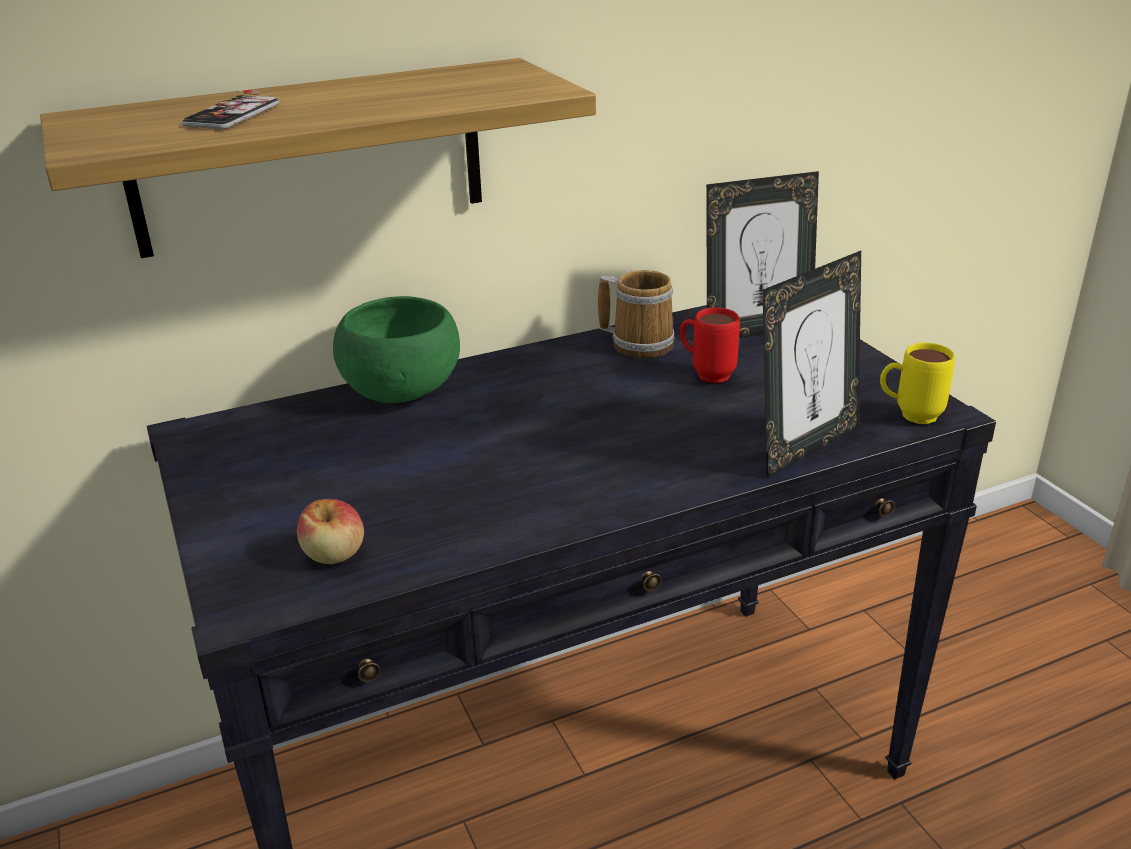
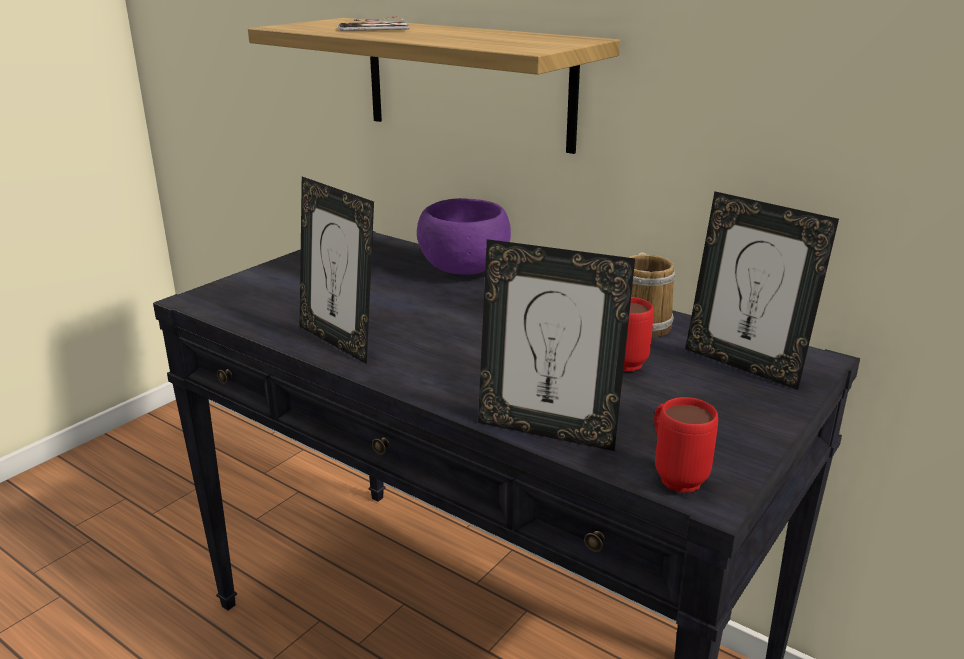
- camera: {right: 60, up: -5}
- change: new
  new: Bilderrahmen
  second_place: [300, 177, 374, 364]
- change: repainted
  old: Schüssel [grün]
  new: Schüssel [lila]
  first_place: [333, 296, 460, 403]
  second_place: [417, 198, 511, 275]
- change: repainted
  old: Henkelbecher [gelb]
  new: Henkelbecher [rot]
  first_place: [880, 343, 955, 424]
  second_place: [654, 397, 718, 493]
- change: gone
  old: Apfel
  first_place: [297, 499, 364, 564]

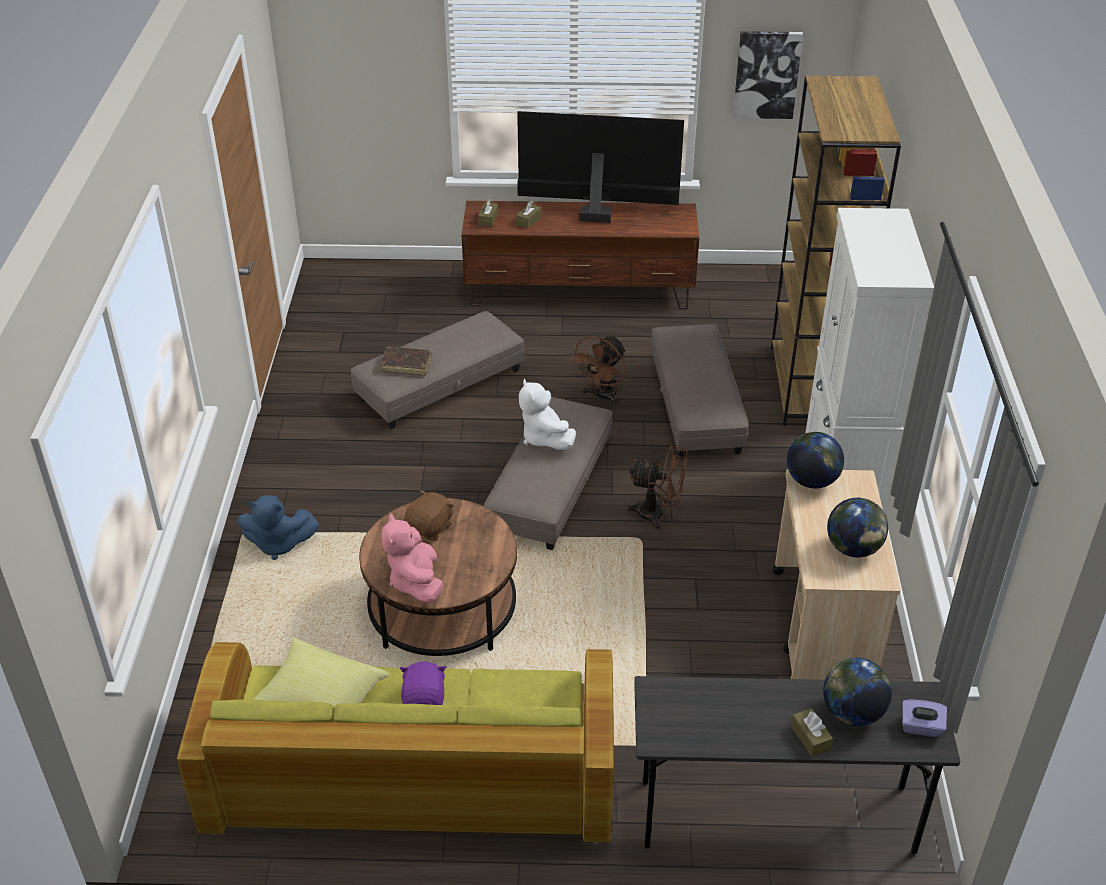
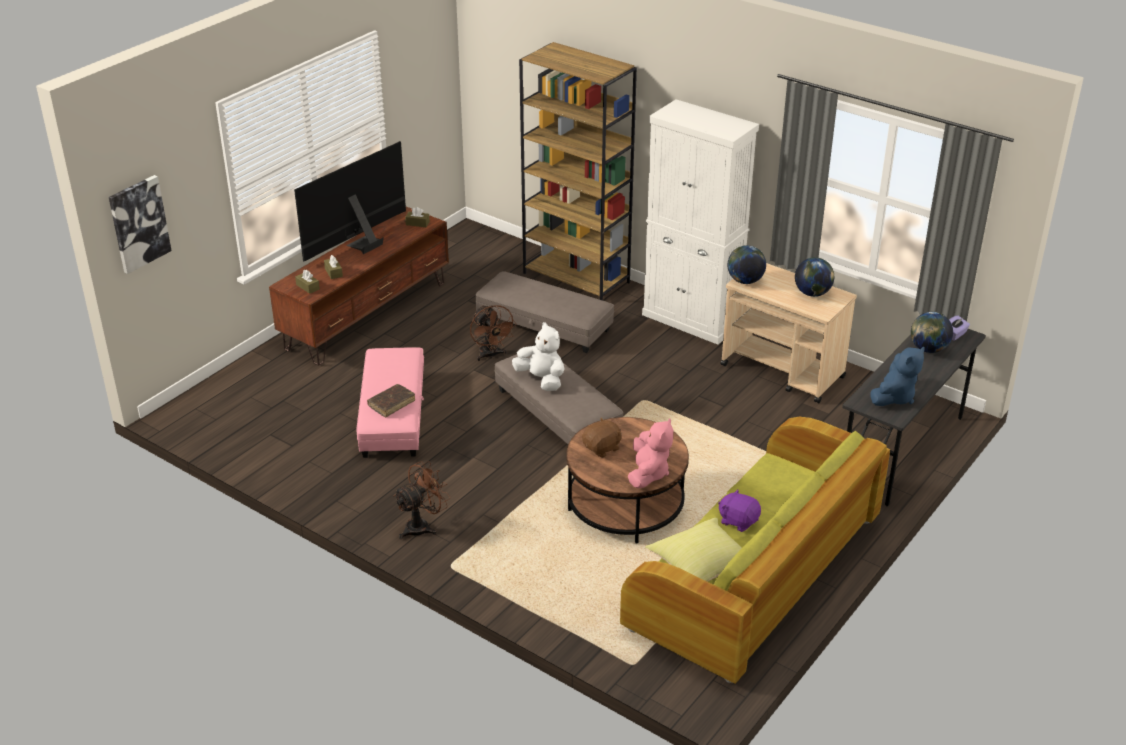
- camera: {right: -55, up: -5}
- change: shifted
  old: Bild
  first_place: [733, 31, 803, 119]
  second_place: [109, 175, 172, 274]
- change: repainted
  old: Polsterhocker [grau]
  new: Polsterhocker [rosa]
  first_place: [351, 311, 524, 429]
  second_place: [356, 347, 424, 458]
- change: shifted
  old: Ventilator [braun]
  first_place: [626, 445, 687, 530]
  second_place: [393, 461, 450, 539]
- change: shifted
  old: Taschentuchbox [braun]
  first_place: [791, 708, 833, 757]
  second_place: [405, 207, 430, 227]
- change: rotated
  old: Plüschtier [weiß]
  first_place: [519, 378, 576, 450]
  second_place: [512, 322, 564, 391]
  degrees: -150
- change: rotated
  old: Plüschtier [braun]
  first_place: [404, 490, 454, 541]
  second_place: [582, 418, 622, 458]
  degrees: 75
- change: rotated
  old: Plüschtier [rosa]
  first_place: [382, 514, 443, 603]
  second_place: [628, 418, 673, 489]
  degrees: -105
- change: shifted
  old: Plüschtier [blau]
  first_place: [237, 495, 319, 560]
  second_place: [871, 347, 925, 406]

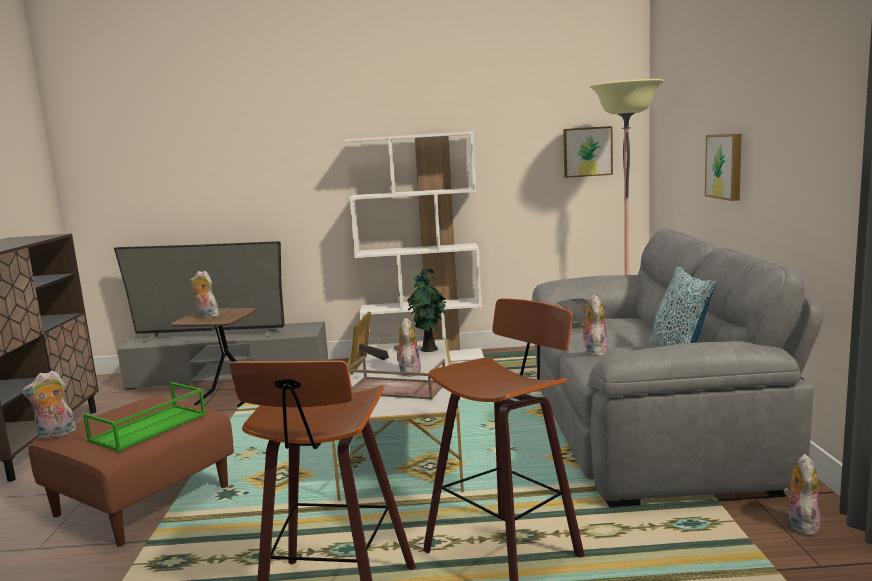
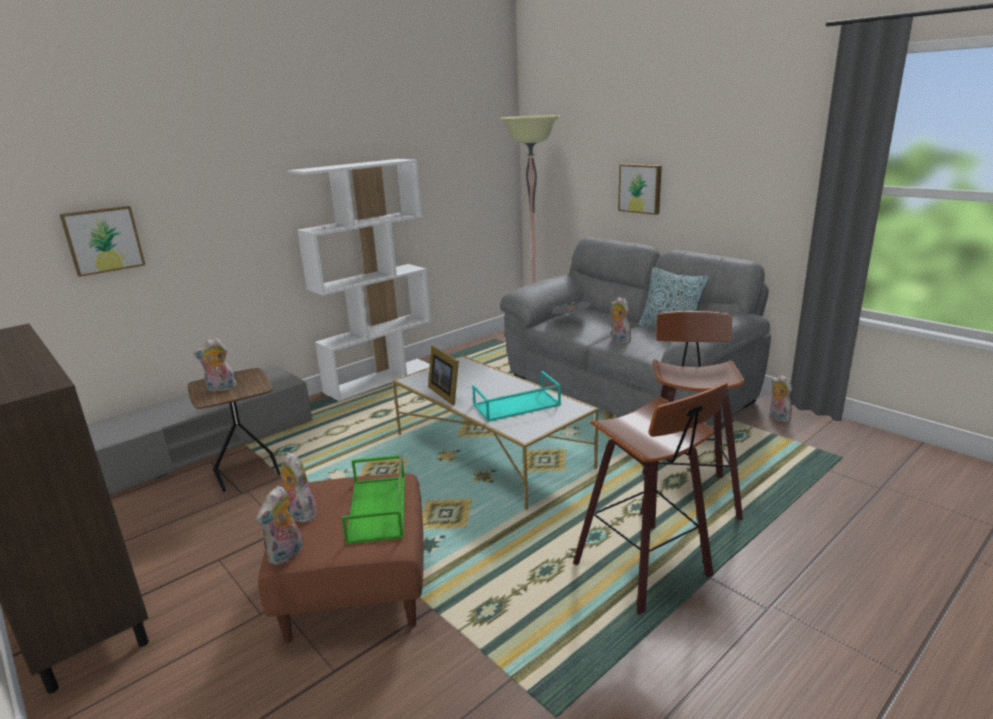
- camera: {right: -40, up: 10}
- change: shifted
  old: Bild
  first_place: [563, 126, 613, 178]
  second_place: [60, 206, 145, 277]
- change: shifted
  old: Plüschtier
  first_place: [394, 317, 421, 377]
  second_place: [281, 452, 316, 523]
- change: repainted
  old: Tablett [braun]
  new: Tablett [türkis]
  first_place: [348, 356, 445, 400]
  second_place: [472, 371, 561, 422]
- change: gone
  old: Fernseher
  first_place: [114, 241, 285, 343]
- change: gone
  old: Topfpflanze
  first_place: [407, 268, 447, 352]

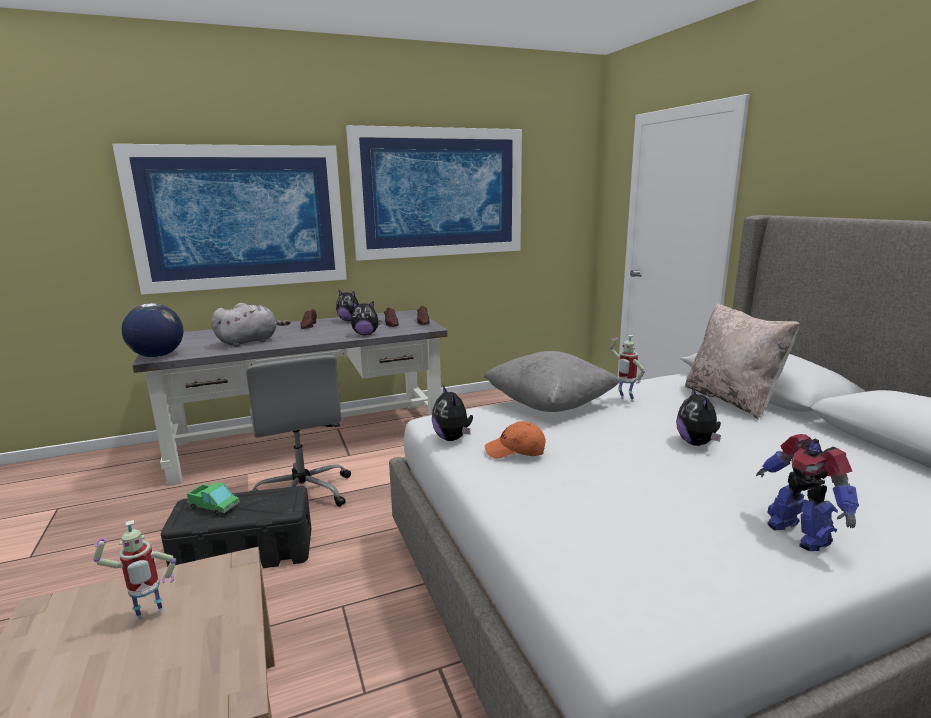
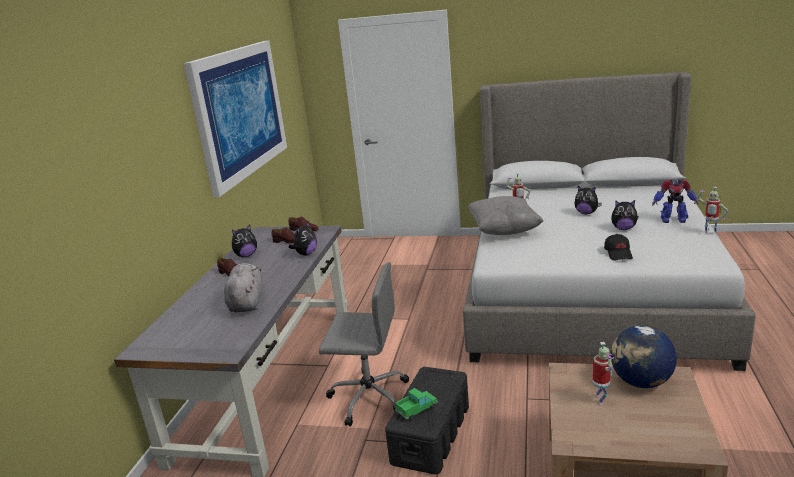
- camera: {right: -55, up: 5}
- change: new
  new: Kappe [schwarz]
  second_place: [604, 234, 633, 260]
- change: shifted
  old: Plüschtier
  first_place: [432, 385, 473, 441]
  second_place: [611, 200, 639, 230]
- change: shifted
  old: Globus
  first_place: [122, 303, 183, 357]
  second_place: [611, 326, 677, 388]
- change: new
  new: Spielzeugroboter
  second_place: [697, 187, 729, 234]
- change: gone
  old: Bild
  first_place: [112, 144, 347, 295]
- change: gone
  old: Kappe [orange]
  first_place: [485, 421, 546, 459]
- change: gone
  old: Kissen [beige]
  first_place: [685, 303, 800, 419]

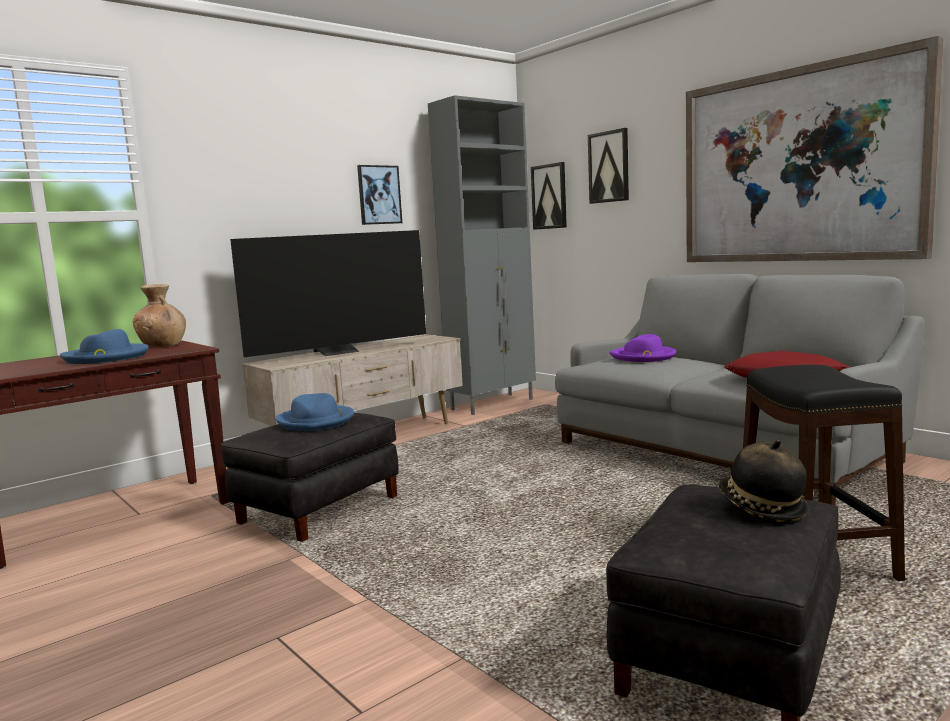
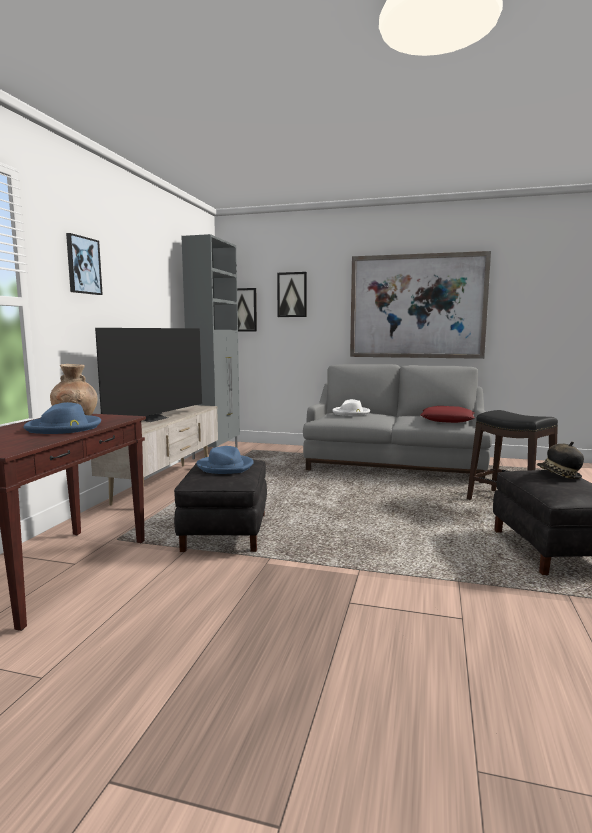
- camera: {right: -35, up: 0}
- change: shifted
  old: Bild
  first_place: [357, 165, 402, 225]
  second_place: [66, 233, 103, 295]
- change: repainted
  old: Hut [lila]
  new: Hut [weiß]
  first_place: [610, 334, 676, 362]
  second_place: [333, 399, 370, 416]

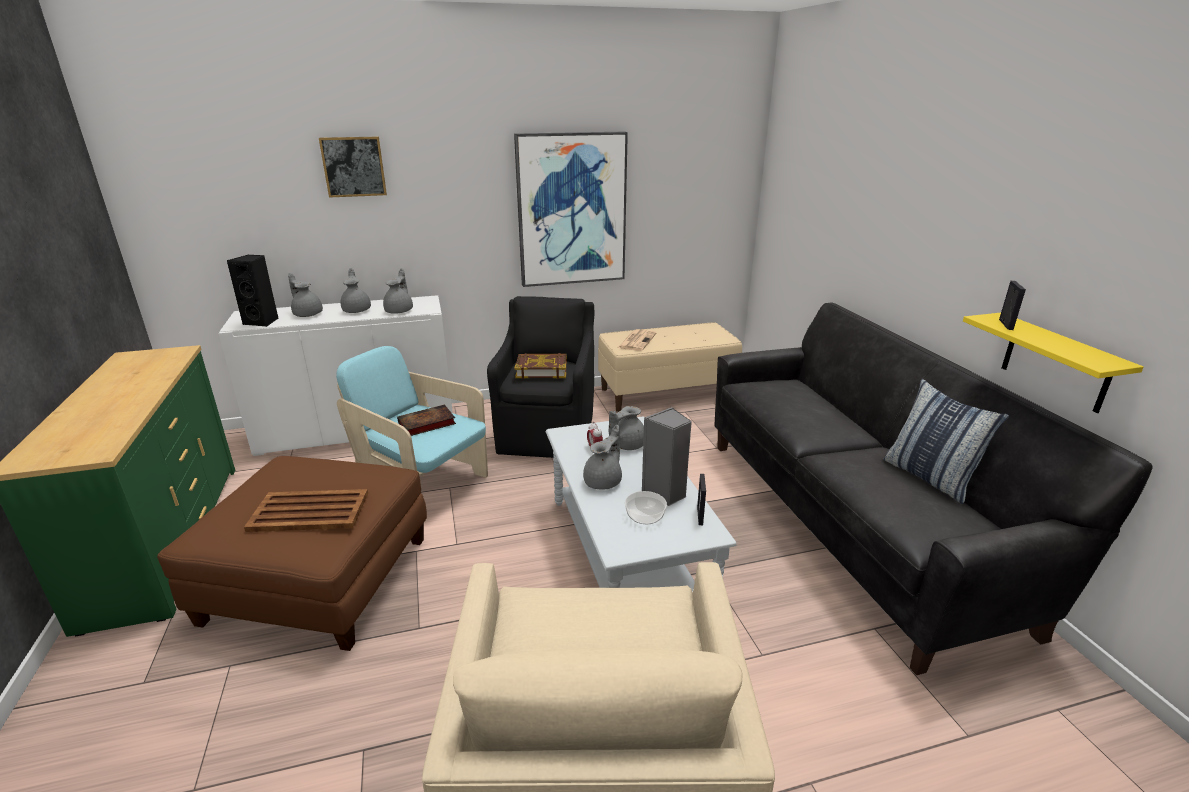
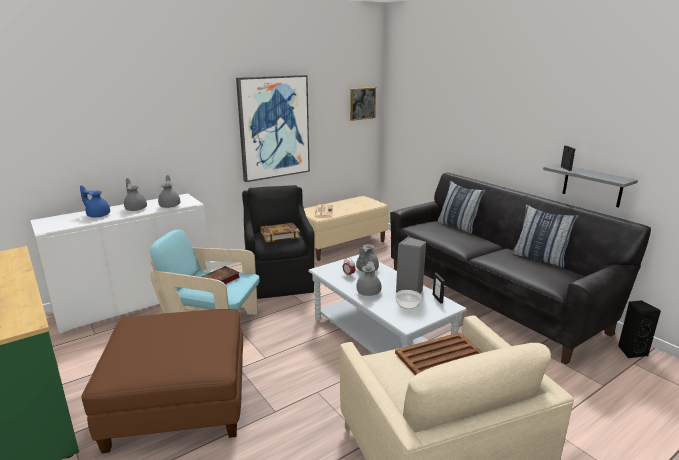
- camera: {right: -20, up: -5}
- change: repainted
  old: Teekanne [grau]
  new: Teekanne [blau]
  first_place: [288, 273, 323, 317]
  second_place: [80, 185, 110, 218]
- change: shifted
  old: Bild
  first_place: [319, 137, 387, 198]
  second_place: [350, 87, 376, 121]
- change: shifted
  old: Tablett [braun]
  first_place: [244, 489, 368, 532]
  second_place: [395, 332, 484, 375]
- change: new
  new: Kissen
  second_place: [437, 181, 486, 234]
- change: repainted
  old: Wandregal [gelb]
  new: Wandregal [grau]
  first_place: [963, 313, 1144, 413]
  second_place: [543, 164, 638, 208]
- change: shifted
  old: Lautsprecher [schwarz]
  first_place: [227, 254, 279, 327]
  second_place: [618, 300, 661, 359]

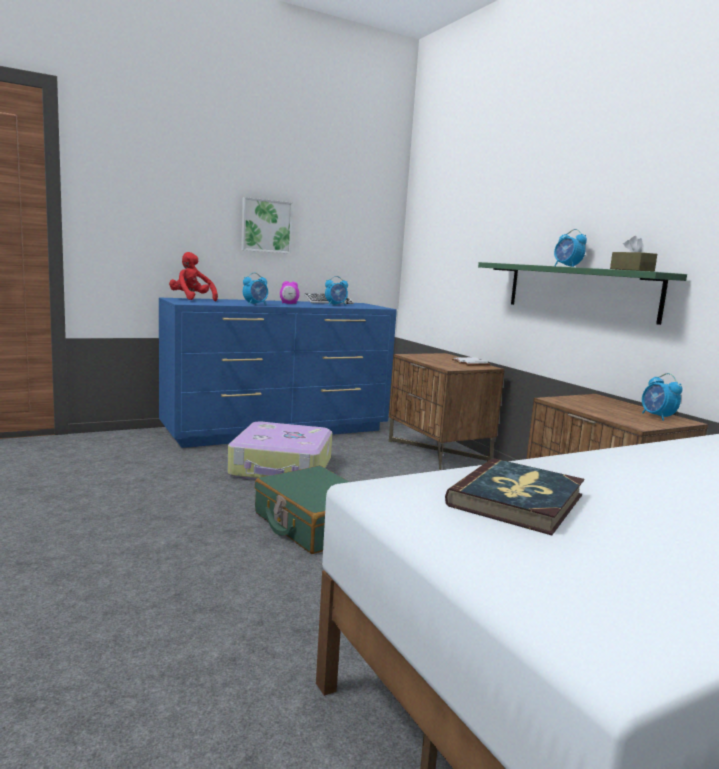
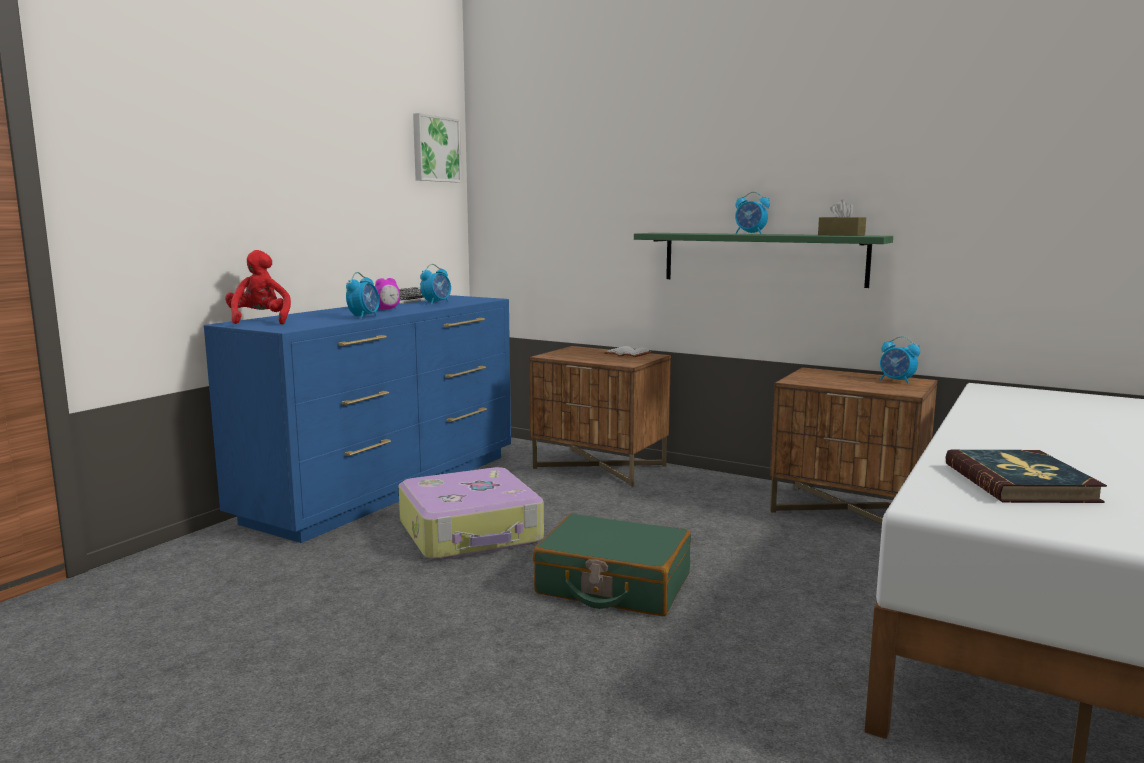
- camera: {right: -30, up: 0}
- change: rotated
  old: Plüschtier [rot]
  first_place: [169, 252, 218, 301]
  second_place: [225, 250, 291, 325]
  degrees: 60
- change: shifted
  old: Bild
  first_place: [241, 197, 293, 254]
  second_place: [413, 113, 462, 182]

